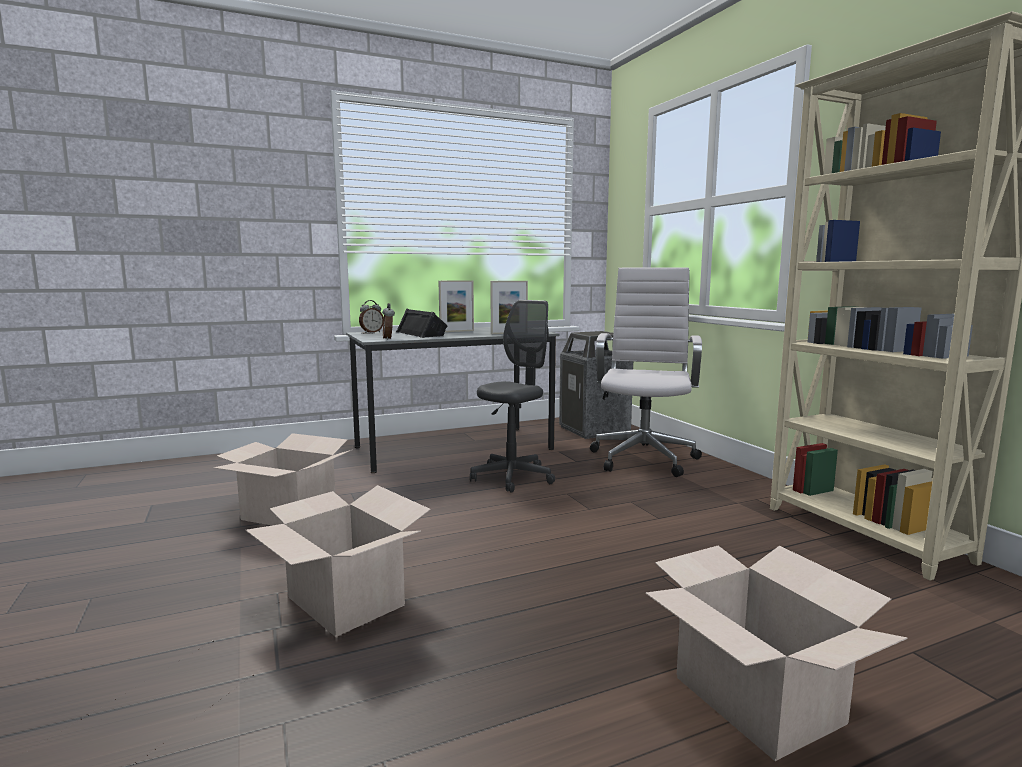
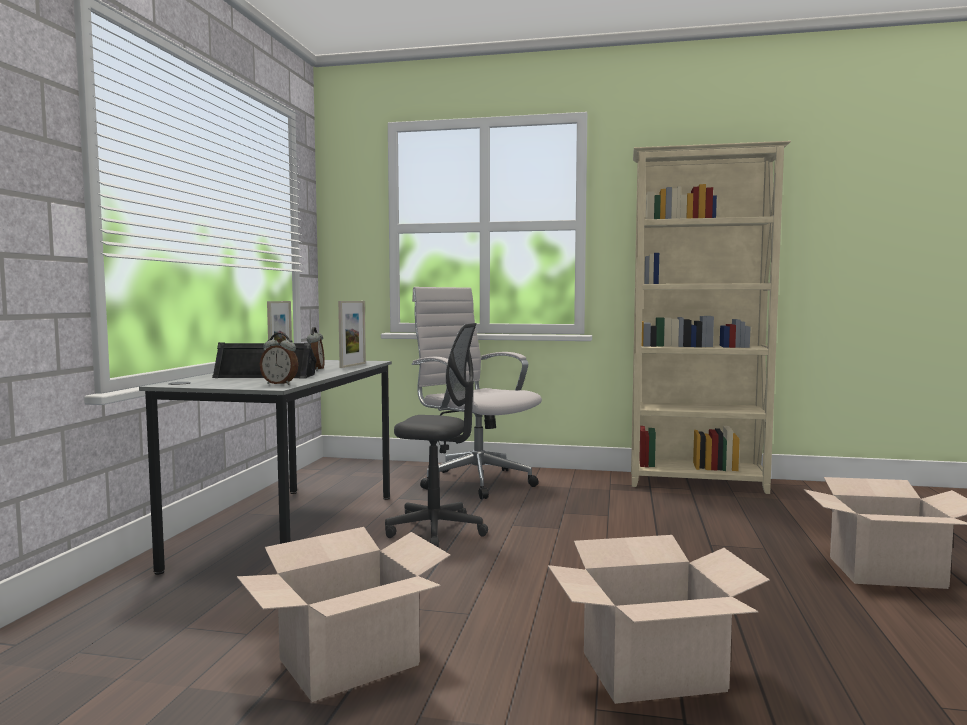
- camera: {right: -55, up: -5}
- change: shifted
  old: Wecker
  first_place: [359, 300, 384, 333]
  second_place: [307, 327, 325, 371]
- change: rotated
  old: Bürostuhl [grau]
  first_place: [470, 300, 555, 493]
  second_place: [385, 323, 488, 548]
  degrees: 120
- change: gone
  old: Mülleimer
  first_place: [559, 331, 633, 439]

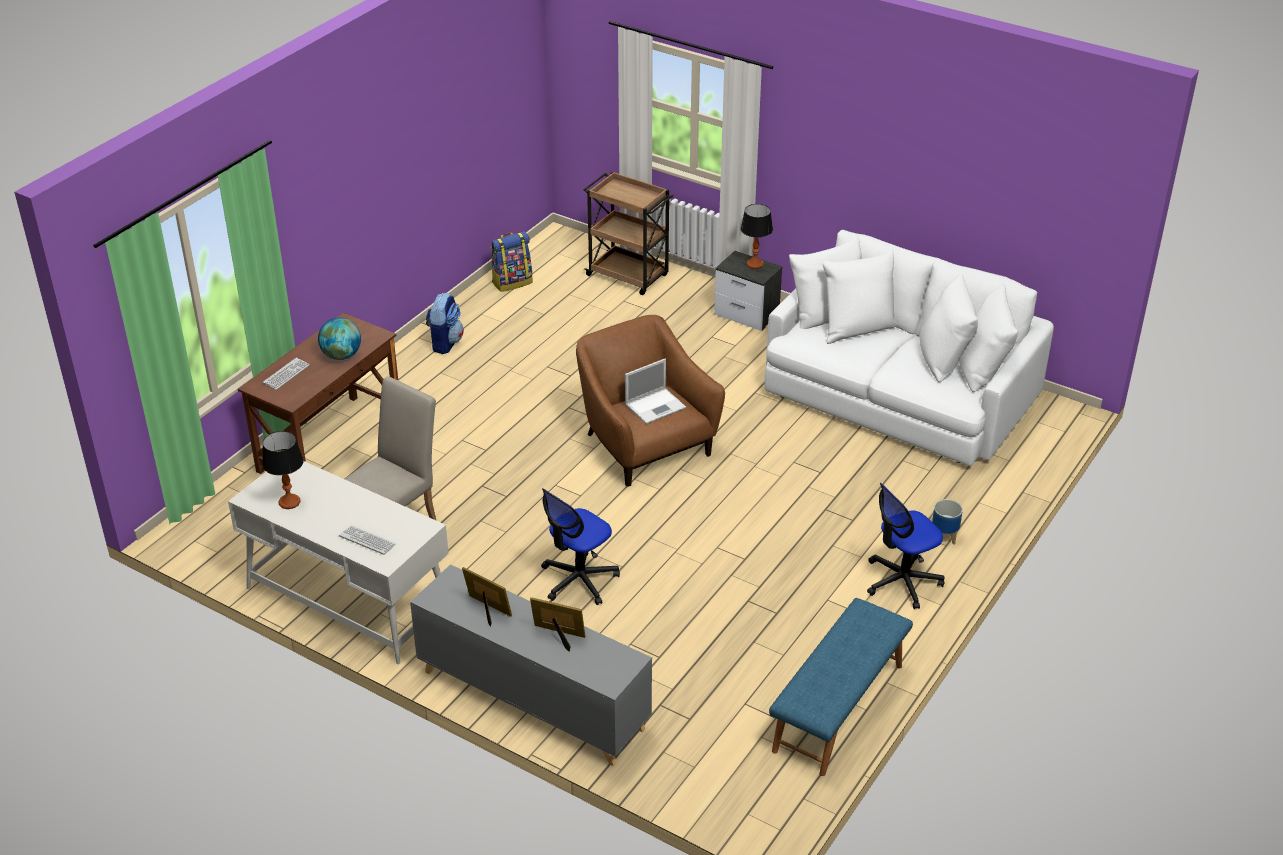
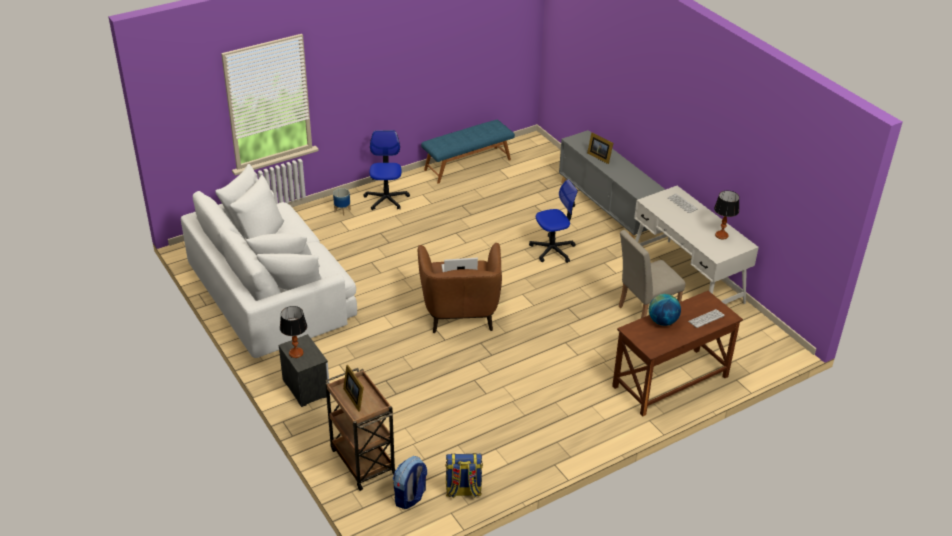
- camera: {right: -155, up: 0}
- change: shifted
  old: Bilderrahmen
  first_place: [462, 567, 512, 627]
  second_place: [343, 365, 364, 412]
- change: rotated
  old: Bürostuhl
  first_place: [867, 483, 945, 609]
  second_place: [363, 130, 410, 210]
  degrees: -90
- change: shifted
  old: Rucksack
  first_place: [426, 292, 464, 354]
  second_place: [393, 456, 427, 509]

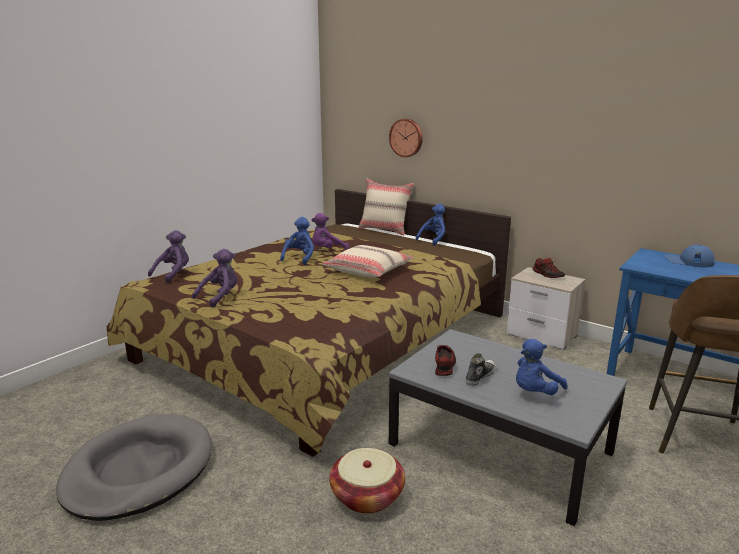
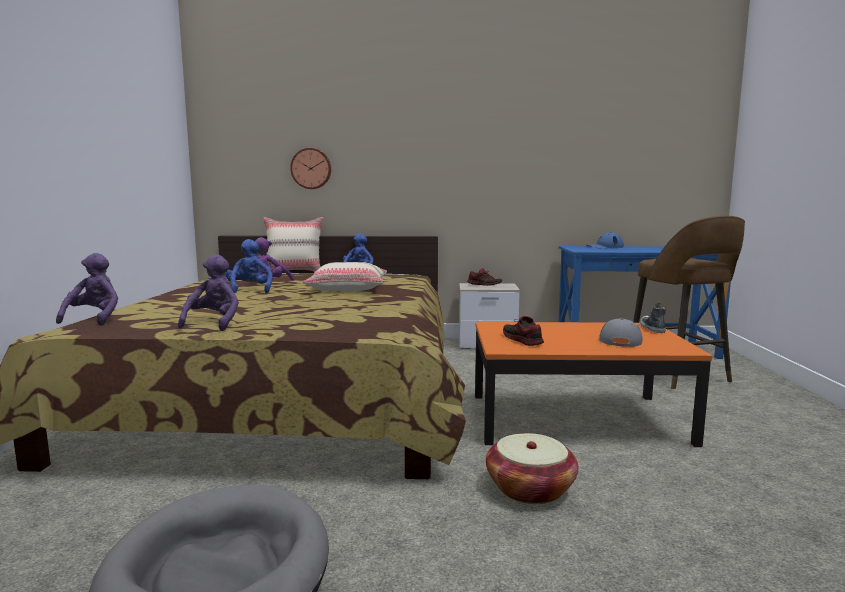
- camera: {right: -35, up: -10}
- change: repainted
  old: Couchtisch [grau]
  new: Couchtisch [orange]
  first_place: [389, 329, 627, 526]
  second_place: [475, 322, 712, 447]
- change: swapped
  old: Plüschtier [blau]
  new: Kappe [grau]
  first_place: [516, 339, 567, 395]
  second_place: [599, 319, 643, 347]
- change: shifted
  old: Schuh
  first_place: [466, 353, 496, 386]
  second_place: [640, 303, 666, 333]

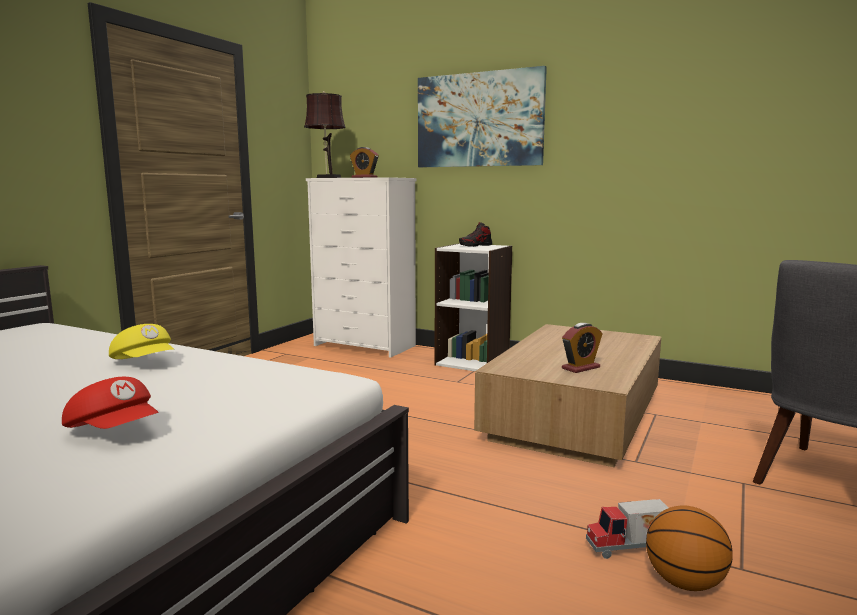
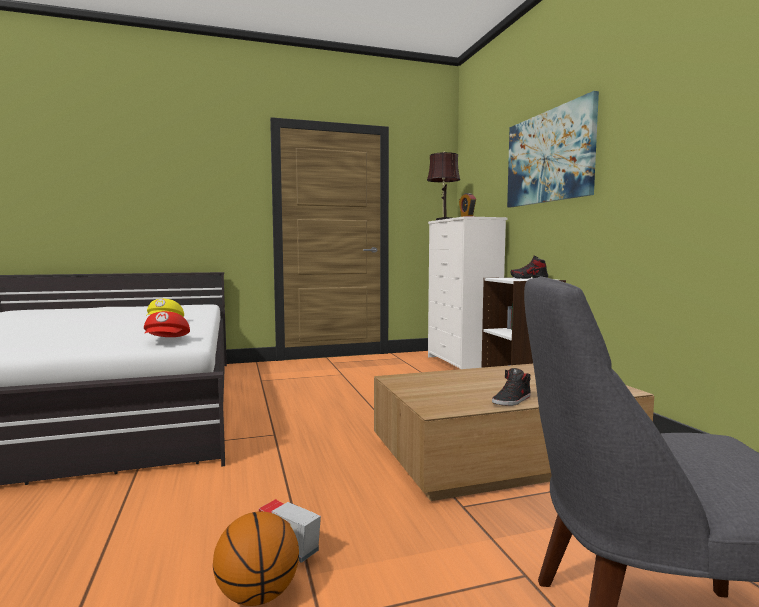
- camera: {right: 45, up: -5}
- change: shifted
  old: Kappe [rot]
  first_place: [62, 377, 158, 429]
  second_place: [144, 311, 190, 337]
- change: new
  new: Schuh [schwarz]
  second_place: [492, 368, 531, 406]
- change: gone
  old: Wecker
  first_place: [562, 323, 603, 373]

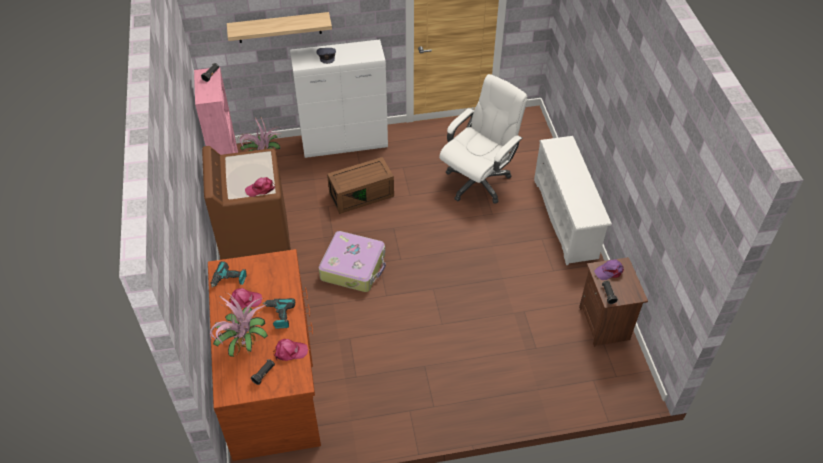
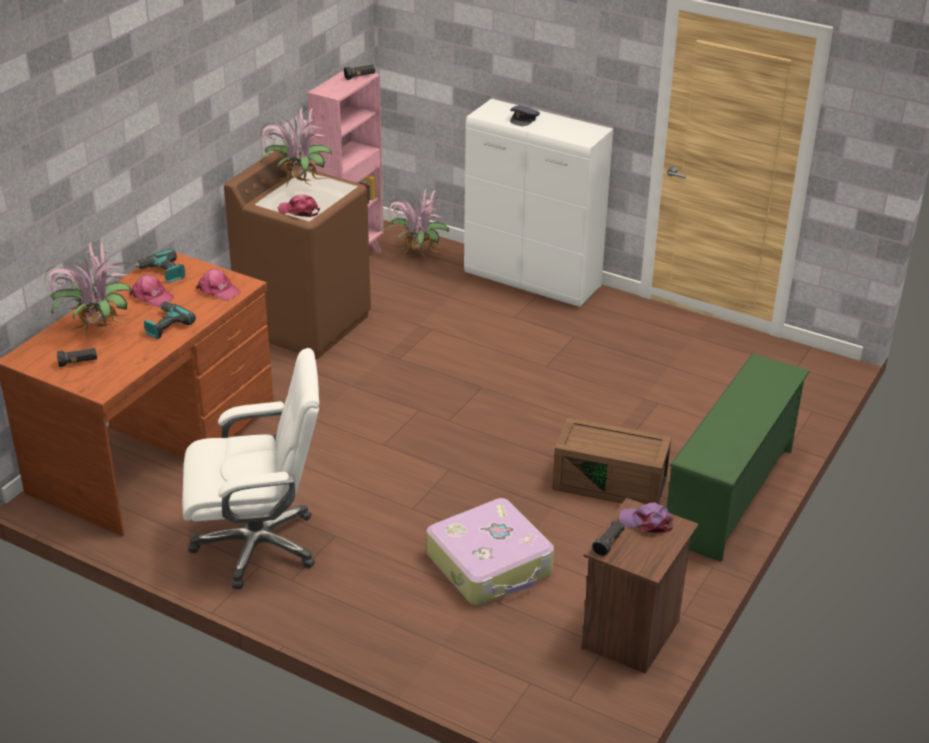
- camera: {right: 40, up: -15}
- change: shifted
  old: Bürostuhl [weiß]
  first_place: [439, 74, 528, 204]
  second_place: [182, 348, 319, 589]
- change: shifted
  old: Kappe [rosa]
  first_place: [273, 339, 308, 361]
  second_place: [196, 269, 241, 301]
- change: new
  new: Topfpflanze
  second_place: [260, 107, 332, 185]
- change: shifted
  old: Koffer
  first_place: [319, 231, 386, 292]
  second_place: [427, 498, 554, 606]
- change: shifted
  old: Aufbewahrungsbox [braun]
  first_place: [327, 157, 394, 214]
  second_place: [552, 417, 672, 505]
- change: repainted
  old: Schuhregal [weiß]
  new: Schuhregal [grün]
  first_place: [534, 136, 612, 265]
  second_place: [667, 353, 810, 562]
- change: gone
  old: Wandregal
  first_place: [227, 12, 332, 43]

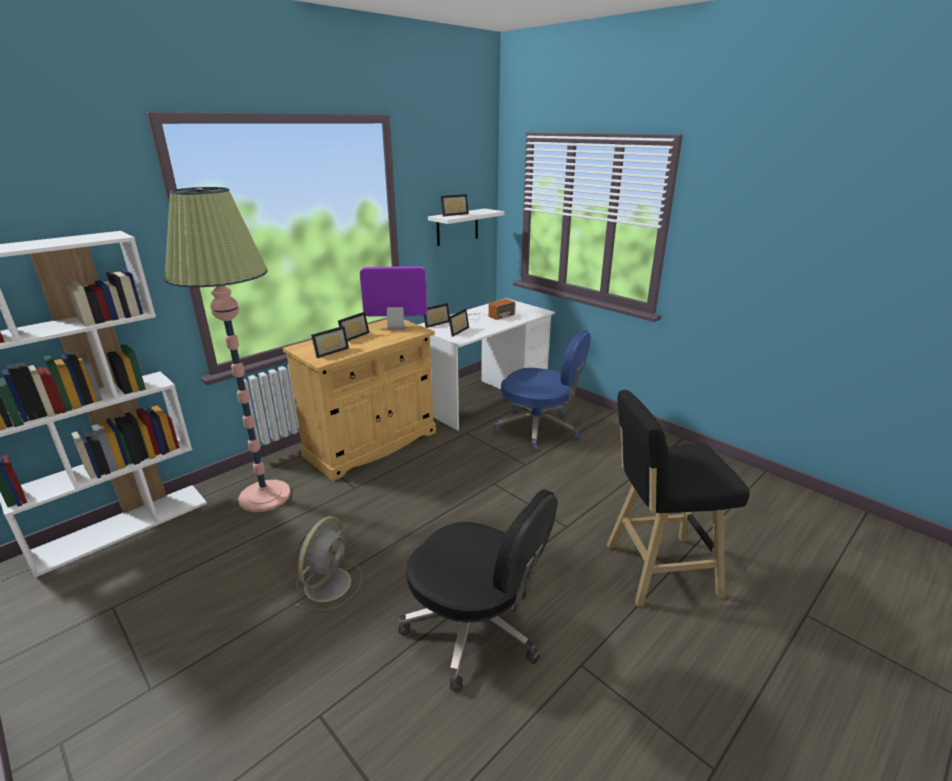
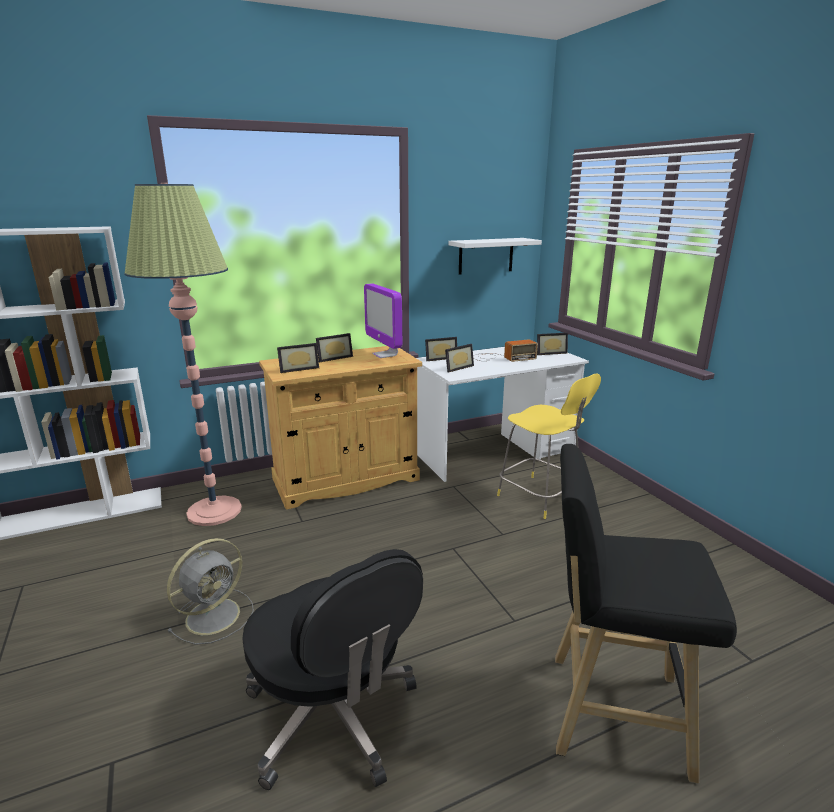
- camera: {right: 20, up: -5}
- change: rotated
  old: Monitor
  first_place: [360, 266, 427, 330]
  second_place: [364, 283, 402, 358]
  degrees: -135
- change: swapped
  old: Bürostuhl [blau]
  new: Hocker [gelb]
  first_place: [493, 330, 591, 452]
  second_place: [497, 373, 601, 519]
- change: shifted
  old: Bilderrahmen
  first_place: [441, 194, 469, 216]
  second_place: [537, 333, 568, 355]

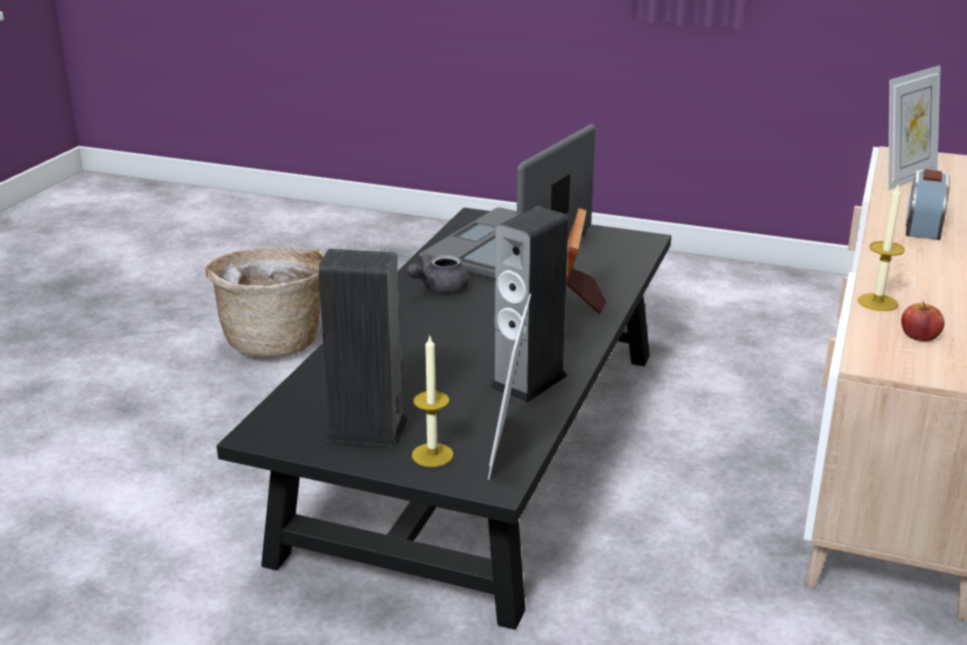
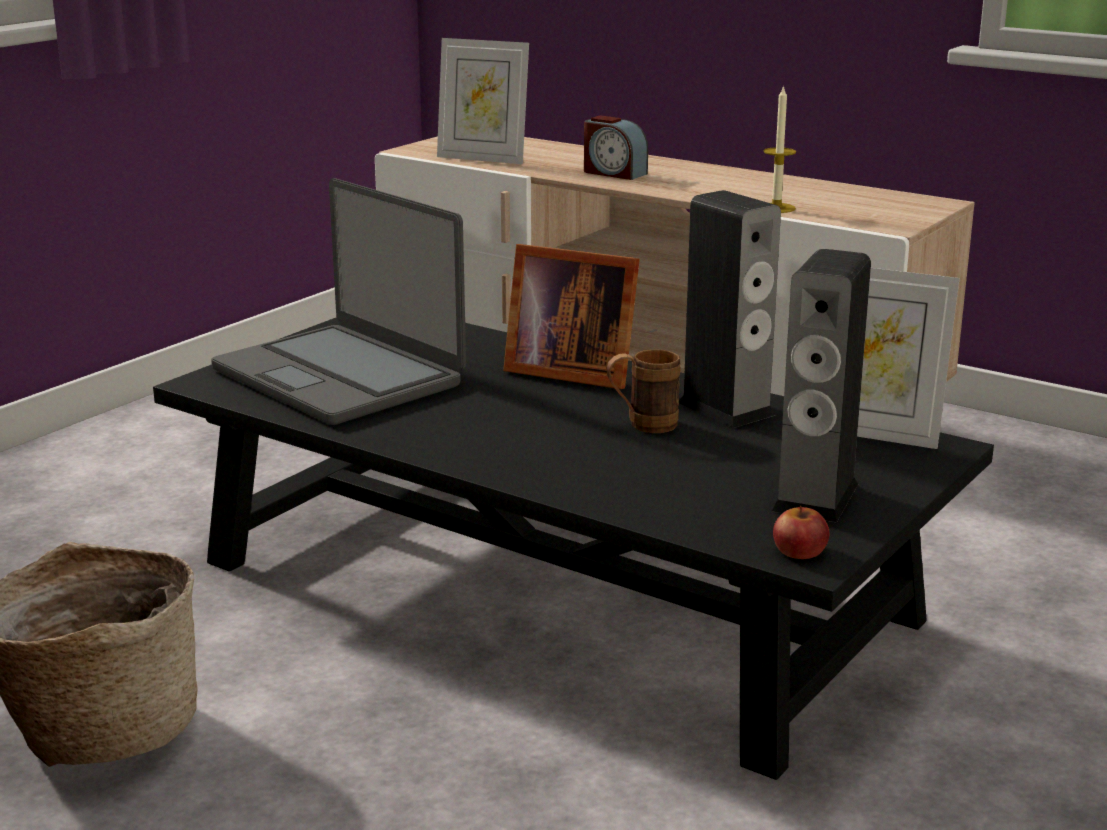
- camera: {right: -75, up: -5}
- change: rotated
  old: Bilderrahmen
  first_place: [888, 65, 941, 190]
  second_place: [437, 38, 529, 164]
  degrees: 135
- change: new
  new: Henkelbecher [braun]
  second_place: [606, 349, 681, 433]
- change: shifted
  old: Apfel
  first_place: [901, 300, 944, 341]
  second_place: [773, 506, 829, 559]
- change: gone
  old: Teekanne [grau]
  first_place: [407, 253, 469, 293]
- change: gone
  old: Kerze
  first_place: [412, 334, 453, 467]

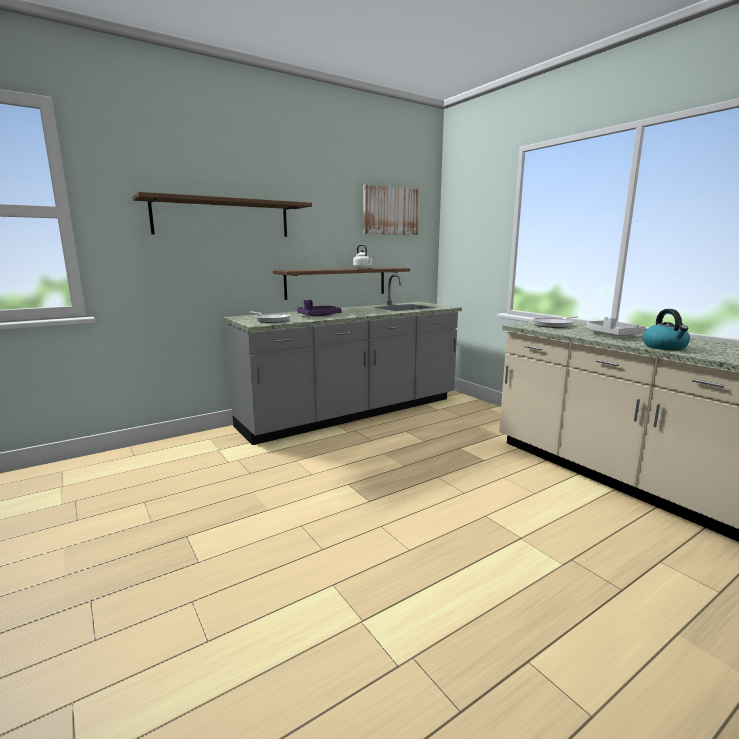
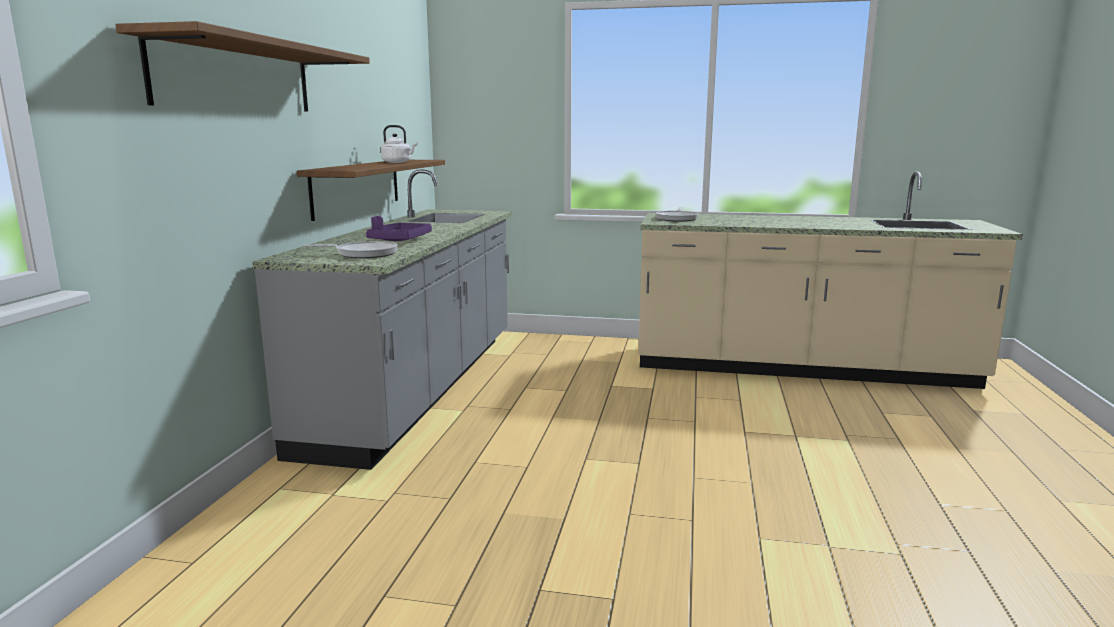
- camera: {right: -45, up: 0}
- change: gone
  old: Bild
  first_place: [363, 184, 420, 235]
- change: gone
  old: Tablett [grau]
  first_place: [586, 317, 647, 336]
- change: gone
  old: Wasserkessel
  first_place: [643, 309, 690, 350]

